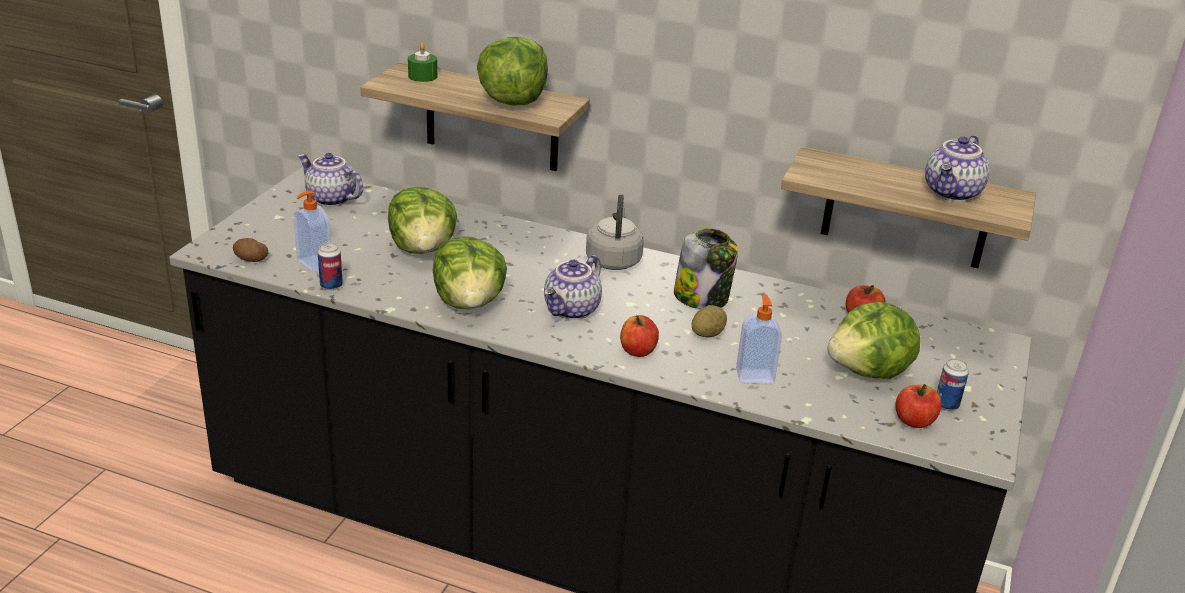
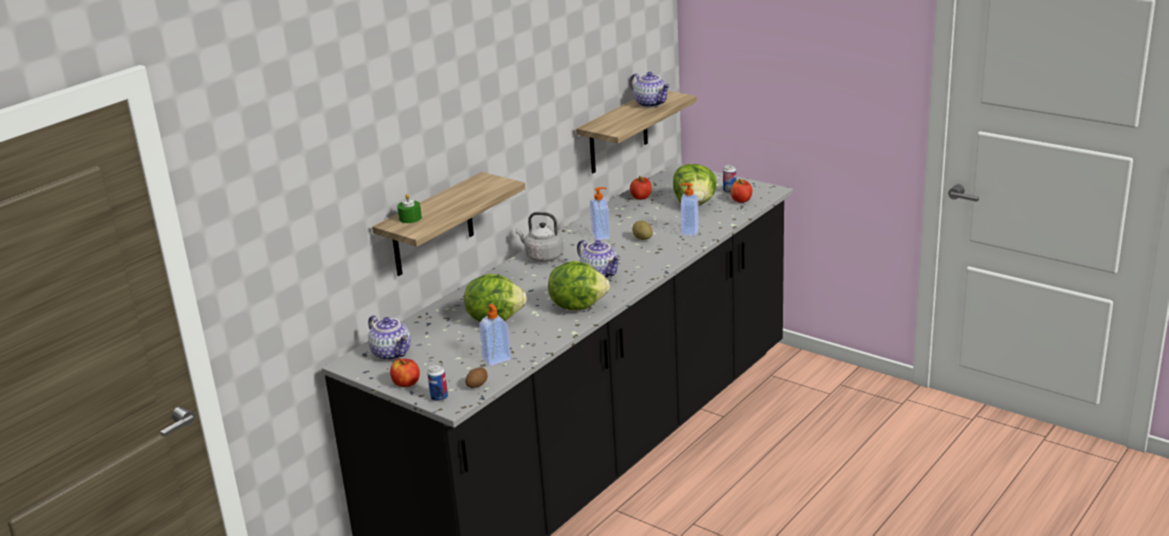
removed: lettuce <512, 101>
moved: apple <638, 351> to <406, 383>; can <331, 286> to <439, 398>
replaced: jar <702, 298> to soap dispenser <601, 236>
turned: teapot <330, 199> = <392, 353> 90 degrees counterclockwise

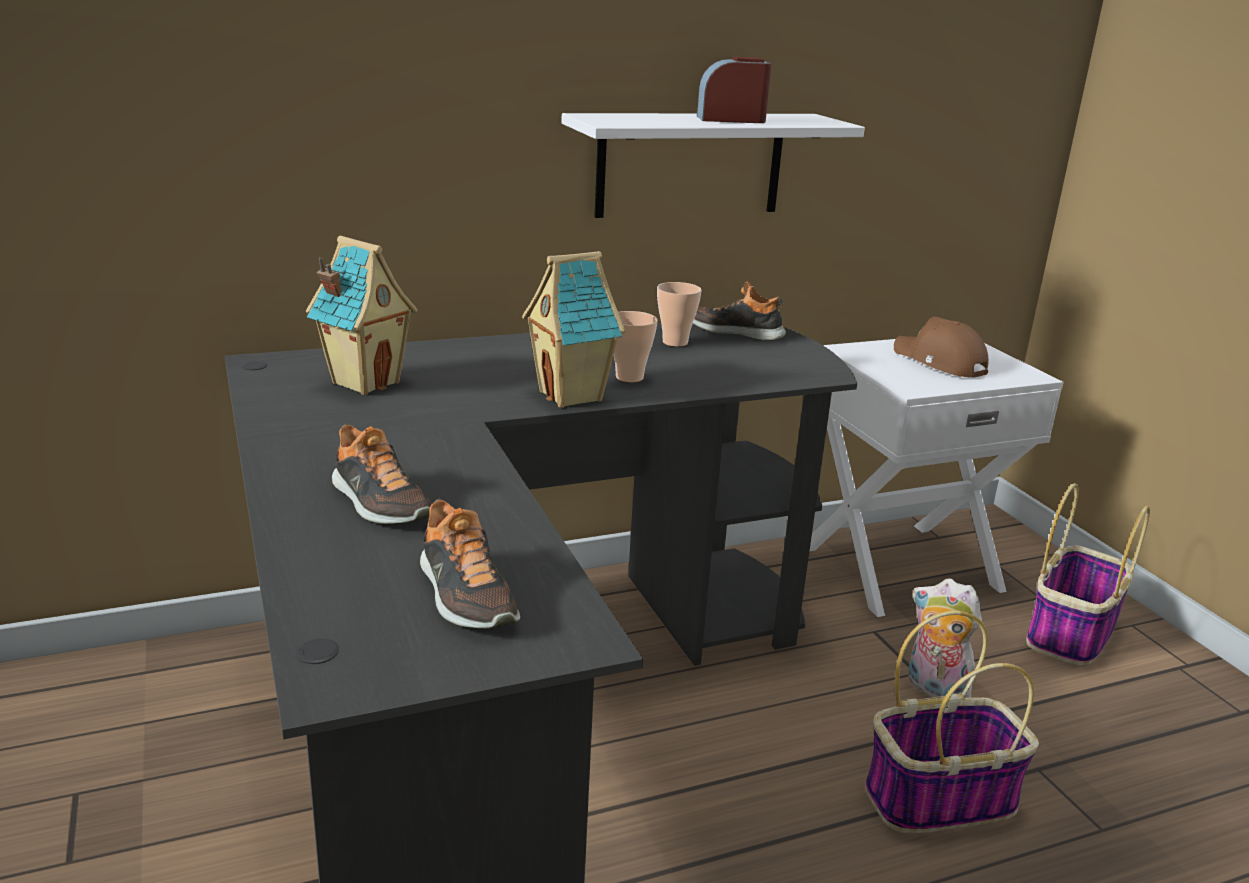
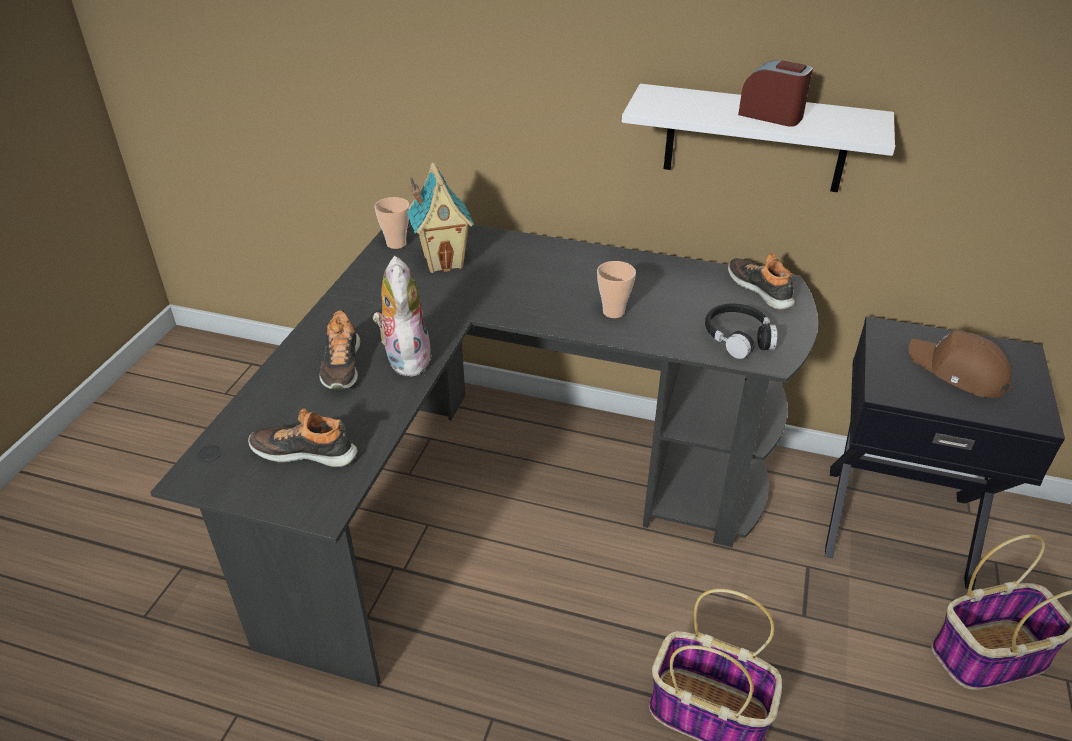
removed: toy house <573, 396>
added: headphones (black) <738, 338>
moved: plush toy <933, 689> to <405, 357>; cup <675, 342> to <396, 244>
recoloured: nightstand (white) <898, 566> to nightstand (black) <897, 522>
turned: shoe <465, 596> = <305, 451> 90 degrees clockwise; cap (brown) <939, 362> = <957, 372> 45 degrees counterclockwise

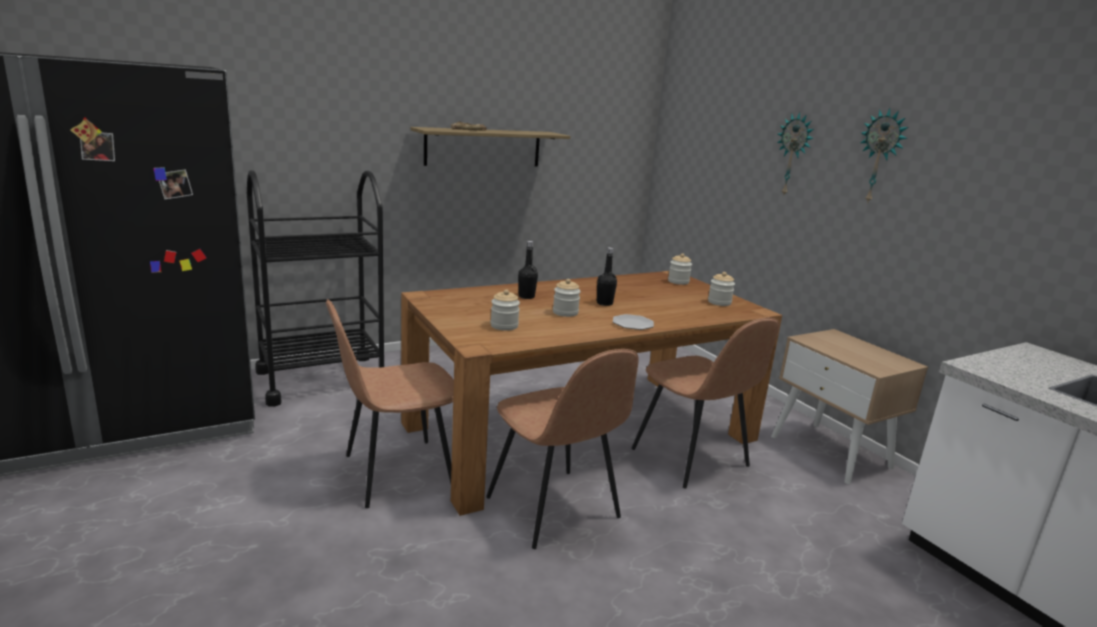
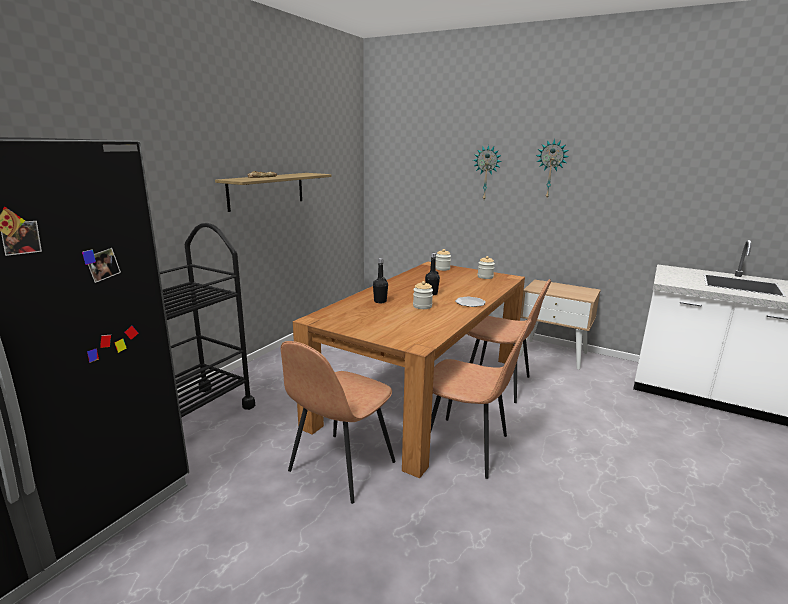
removed: jar <504, 326>

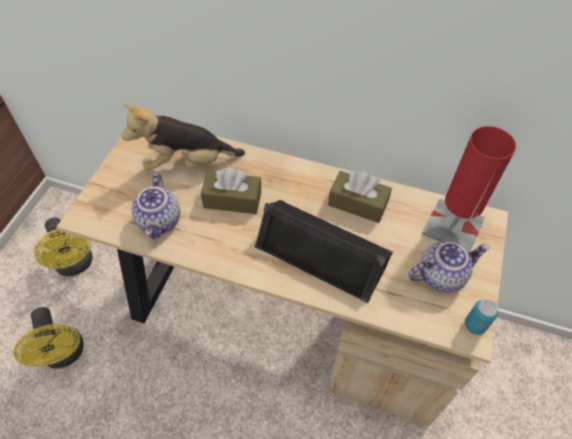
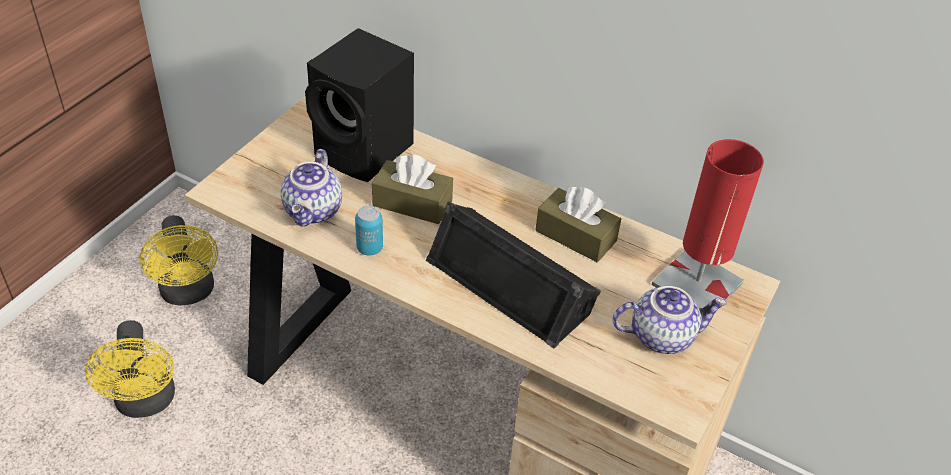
moved: can <474, 325> to <369, 248>
replaced: plush toy <187, 163> to speaker (black) <366, 152>

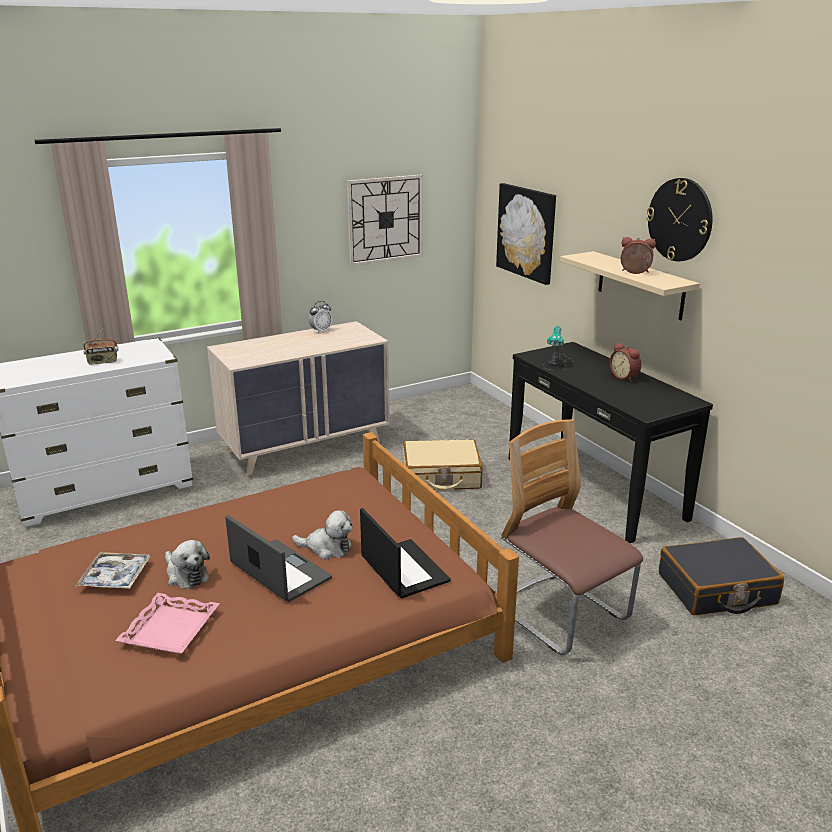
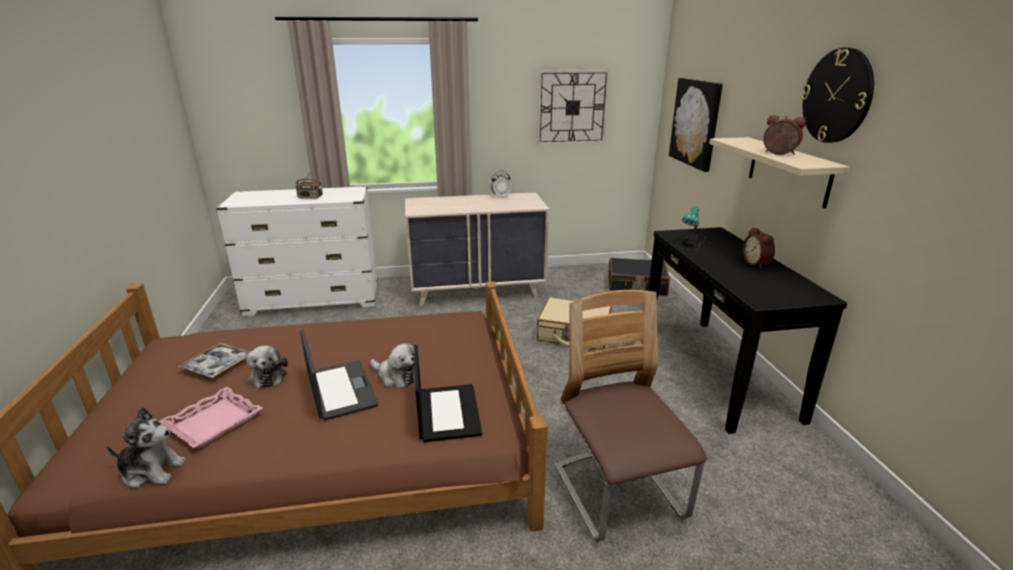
added: plush toy <152, 470>
moved: suitcase (black) <716, 589> to <636, 286>

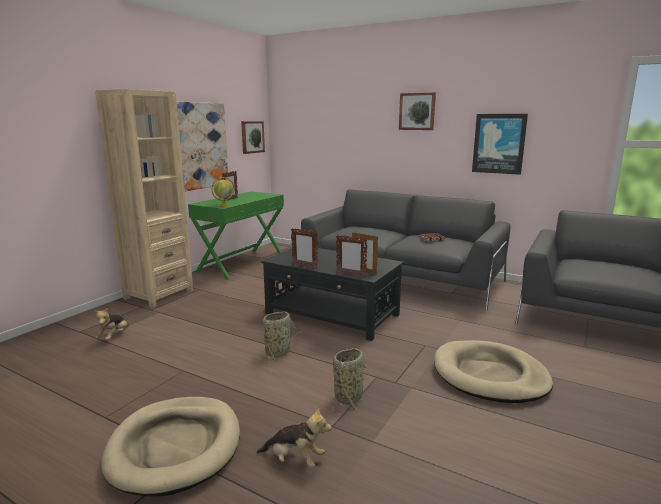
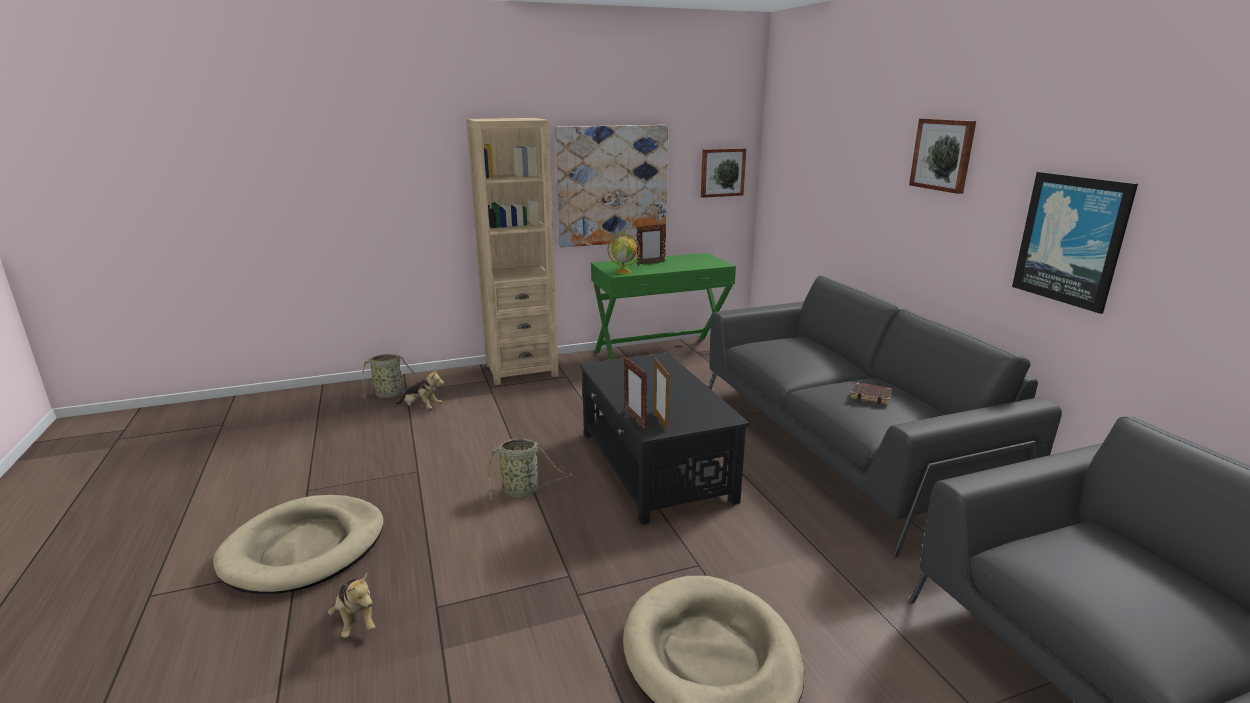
removed: picture frame <304, 266>
moved: basket <349, 396> to <391, 394>
turned: plush toy <114, 336> = <421, 408> 120 degrees counterclockwise

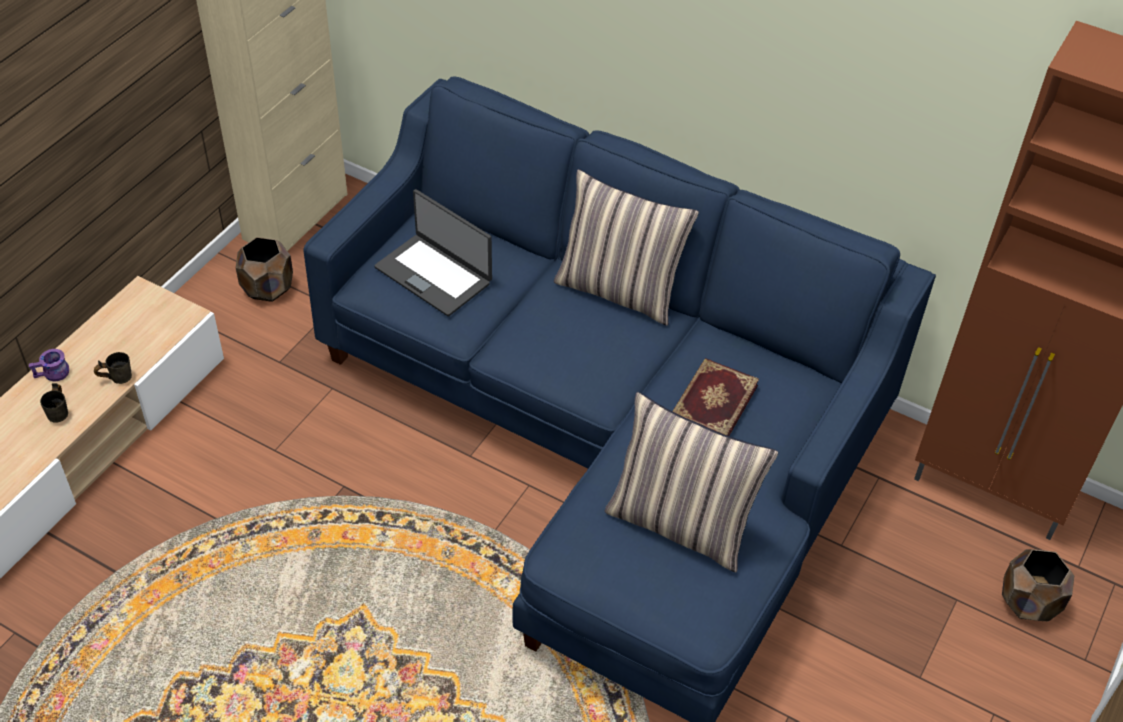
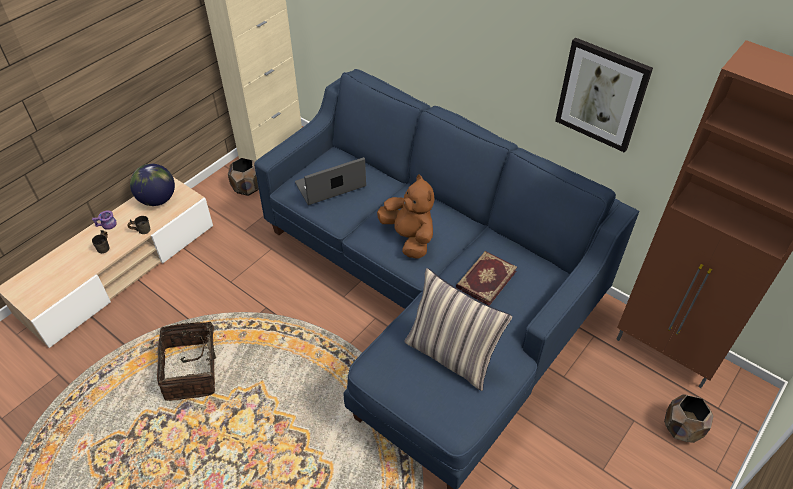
removed: pillow <620, 290>
added: globe <157, 200>; basket <193, 371>; plush toy (brown) <409, 238>; picture <602, 95>
turned: laptop <434, 274> = <331, 186> 105 degrees clockwise

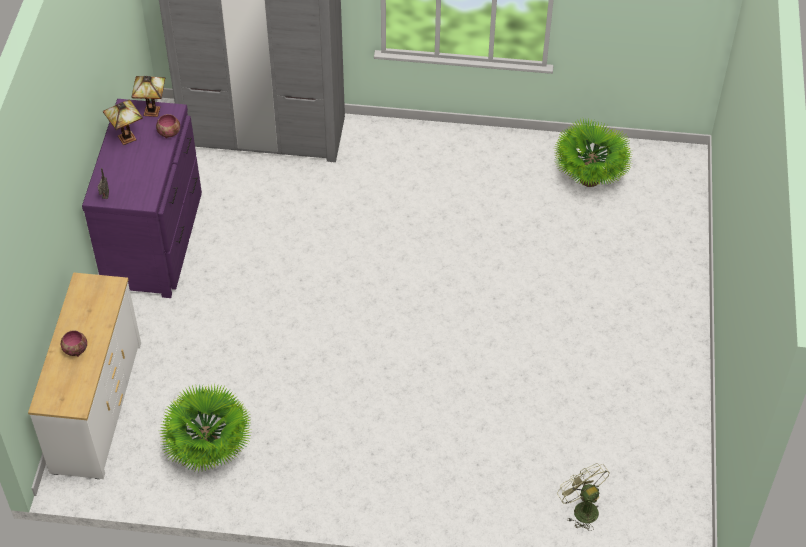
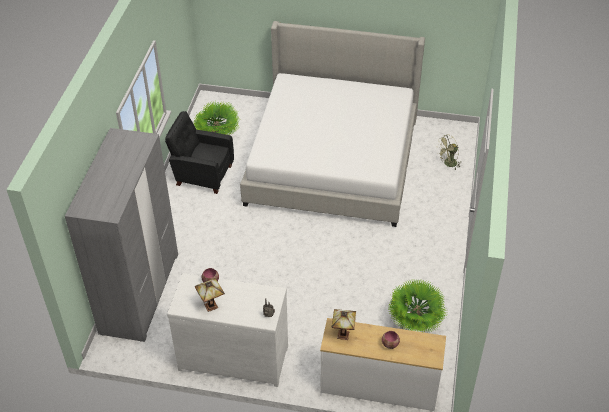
added: armchair (black) <202, 174>; bed <333, 160>
moved: table lamp <153, 111> to <342, 334>
recoloured: dresser (purple) <155, 240> to dresser (white) <233, 356>

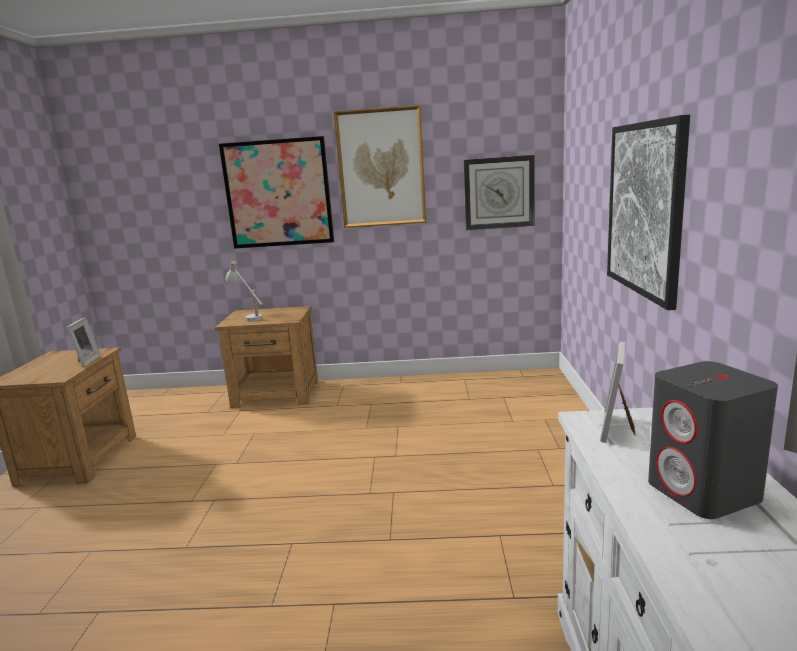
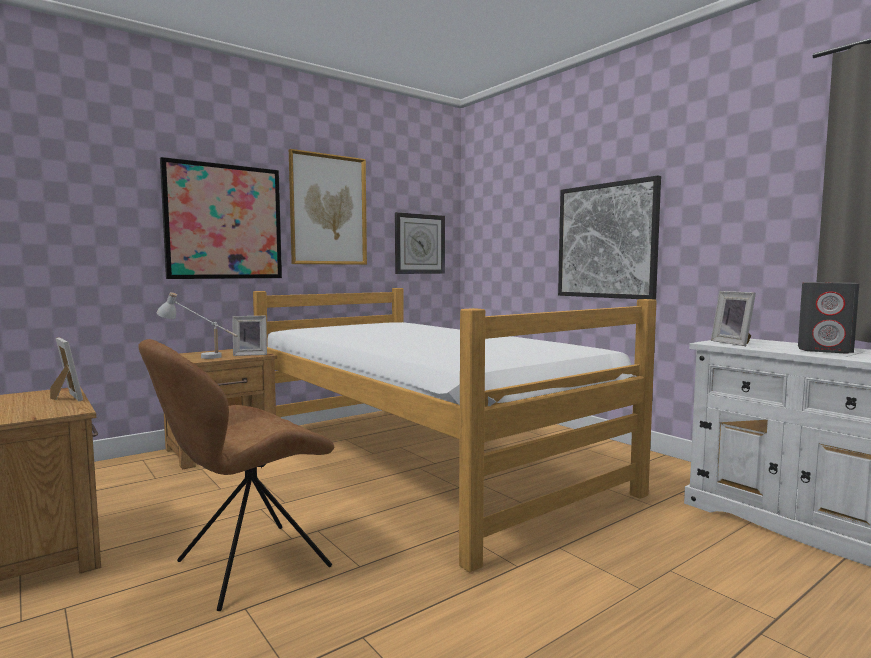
added: chair (brown) <247, 566>; picture frame <250, 354>; bed <422, 459>

